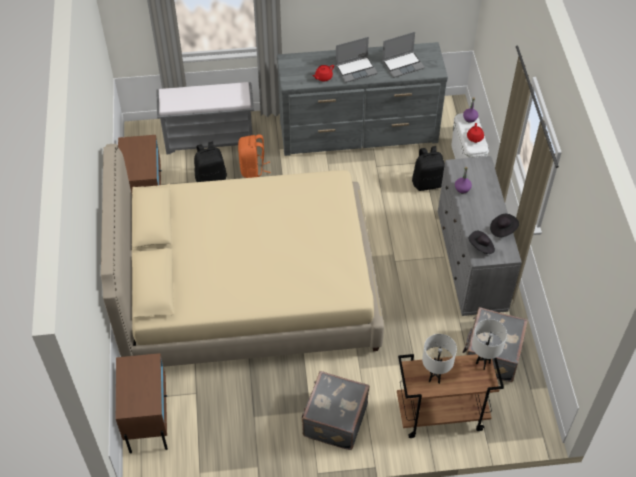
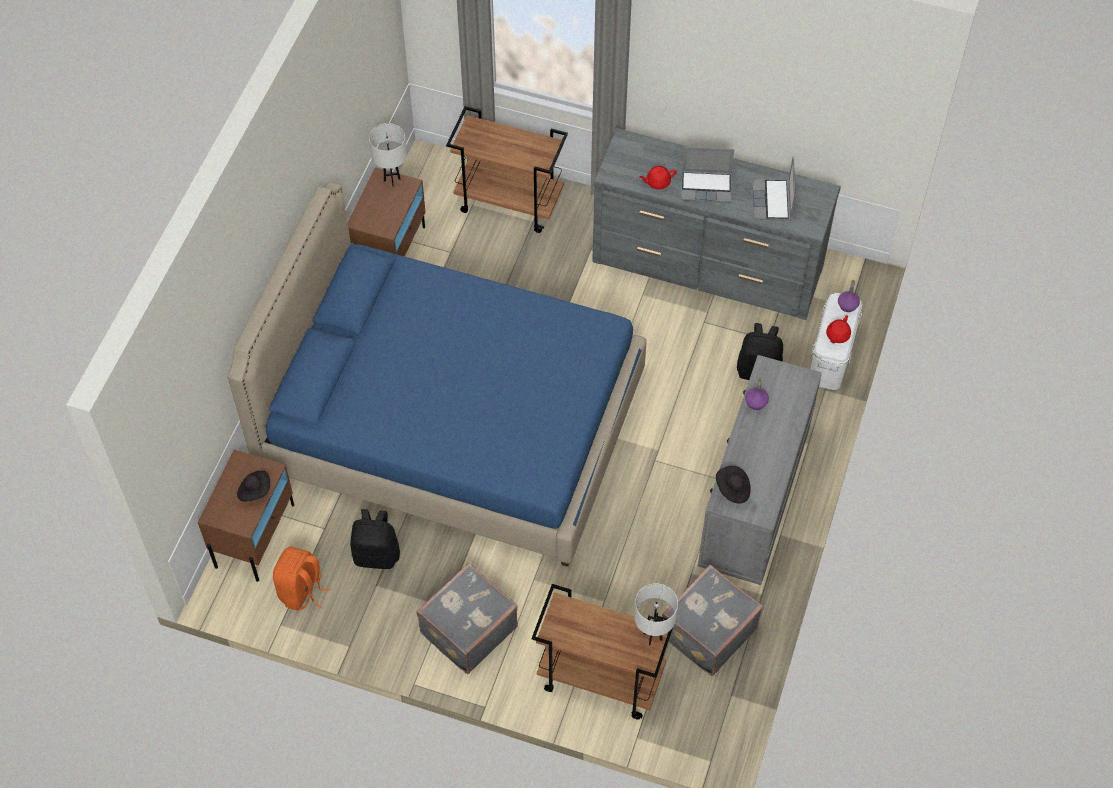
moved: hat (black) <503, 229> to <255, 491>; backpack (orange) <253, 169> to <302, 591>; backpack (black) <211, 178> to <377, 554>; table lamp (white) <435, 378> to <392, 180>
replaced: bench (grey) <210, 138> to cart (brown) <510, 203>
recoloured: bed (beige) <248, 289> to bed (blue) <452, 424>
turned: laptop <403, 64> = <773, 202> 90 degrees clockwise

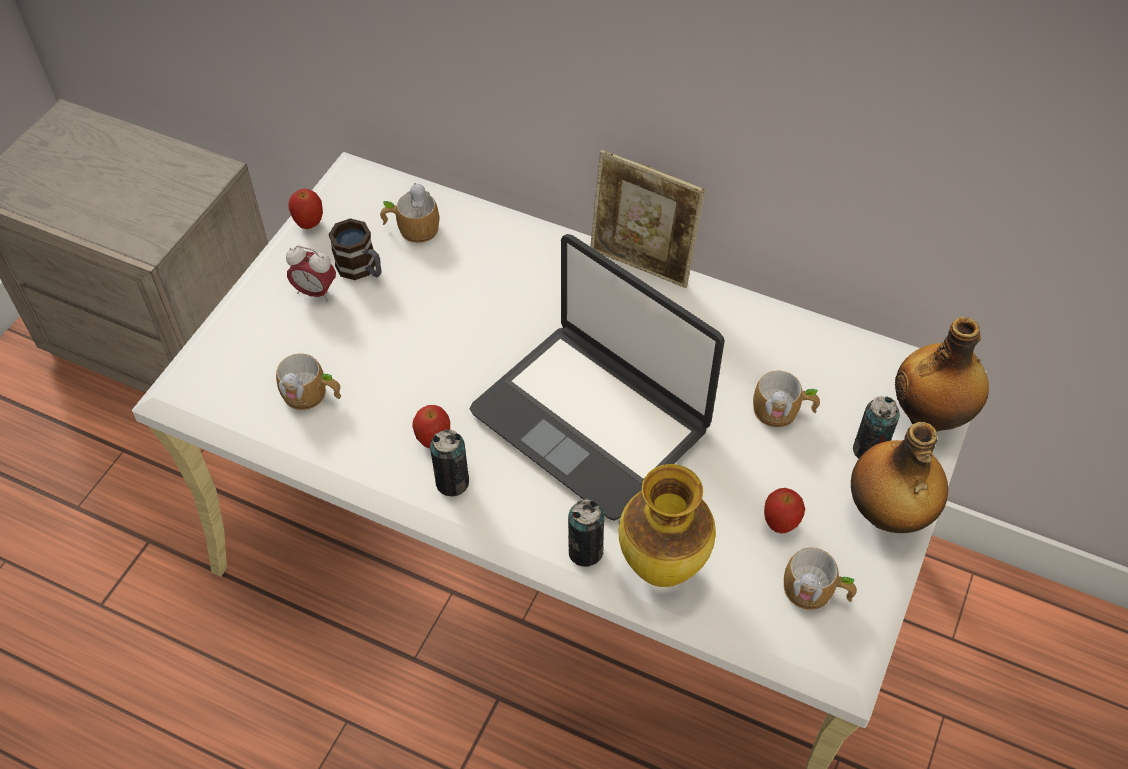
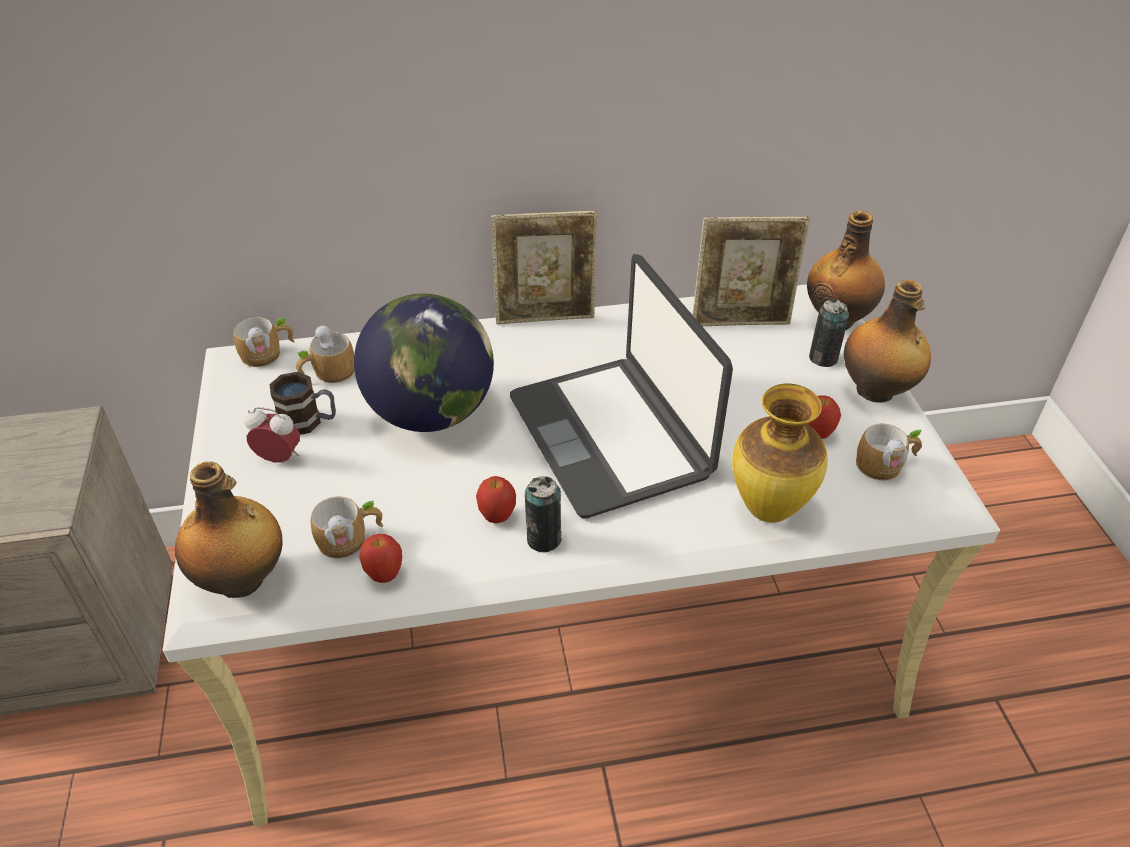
removed: can <585, 551>
added: bottle <243, 580>; globe <432, 412>; picture frame <741, 322>
moved: mug <783, 412> to <268, 353>; apple <309, 224> to <385, 574>
turned: alarm clock <315, 292> = <279, 458> 150 degrees counterclockwise; laptop <591, 419> = <611, 436> 60 degrees clockwise

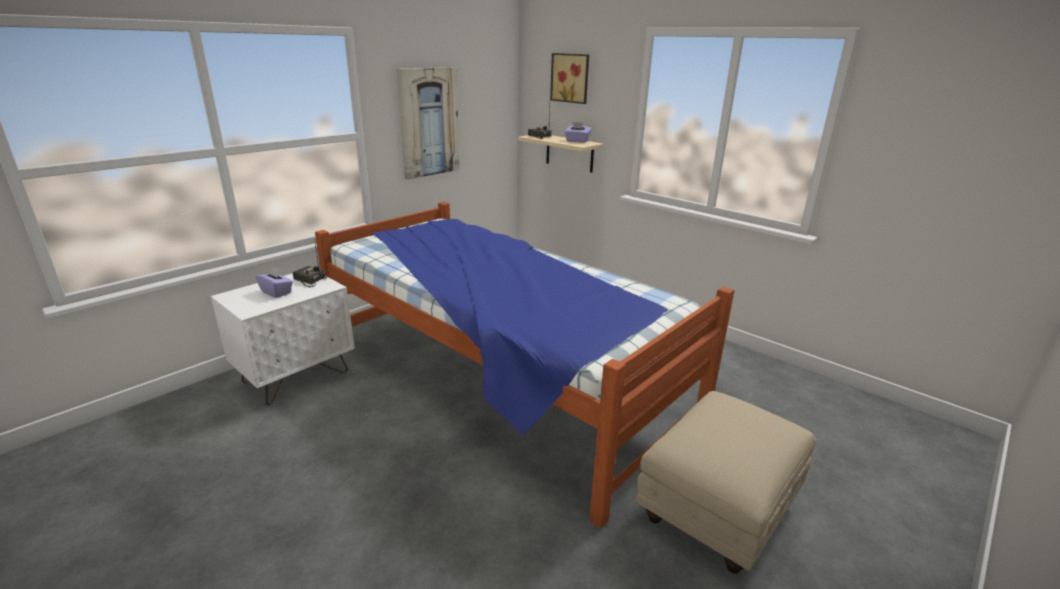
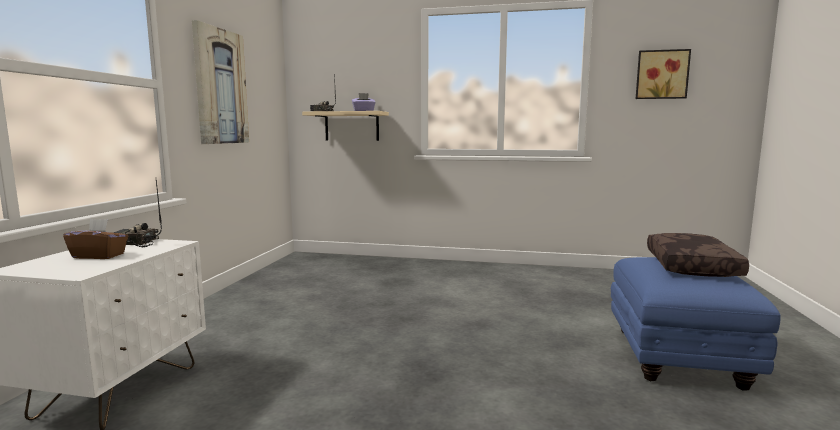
removed: bed <500, 380>
added: pillow (brown) <689, 266>
moved: picture <571, 78> to <661, 74>
recoloured: tissue box (purple) <276, 292> to tissue box (brown) <99, 256>; ottoman (beige) <718, 509> to ottoman (blue) <676, 357>

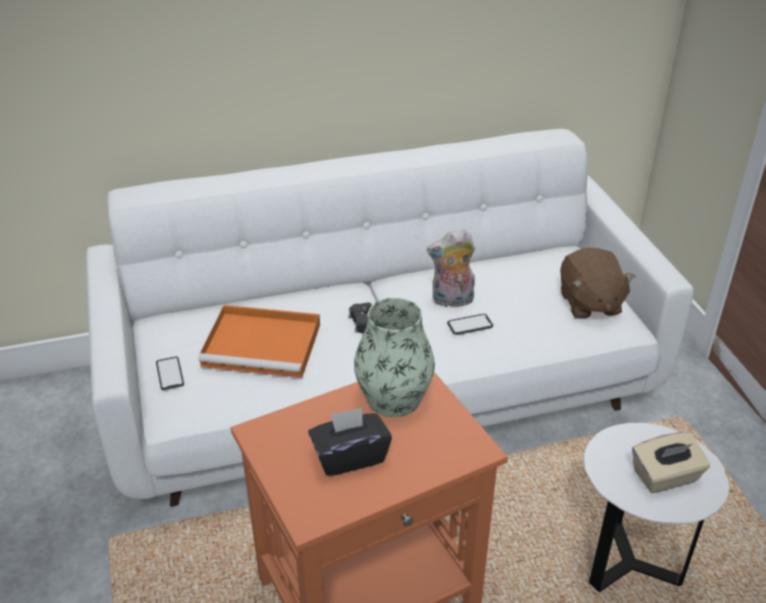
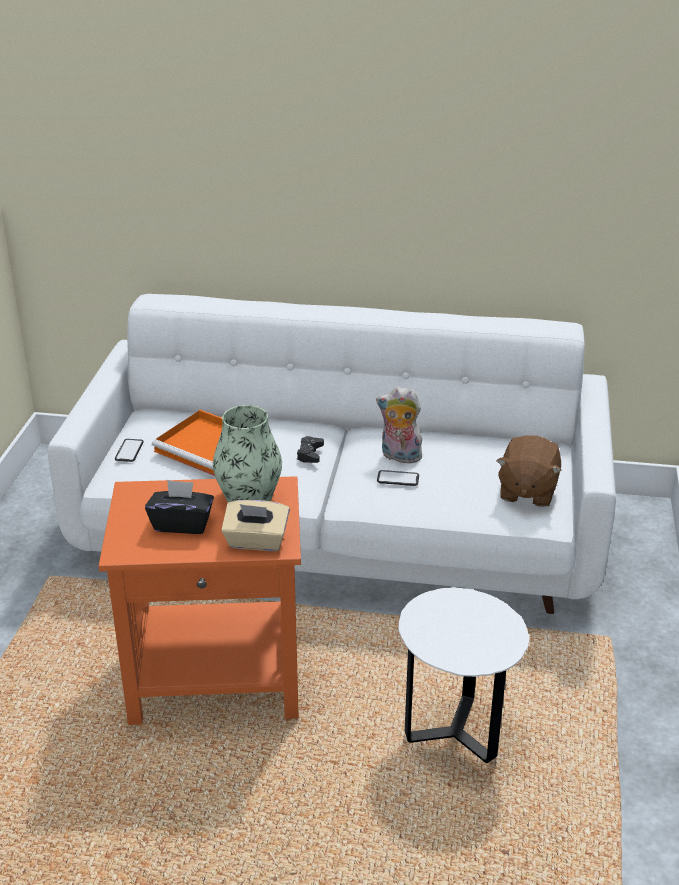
moved: tissue box (beige) <665, 477> to <256, 542>

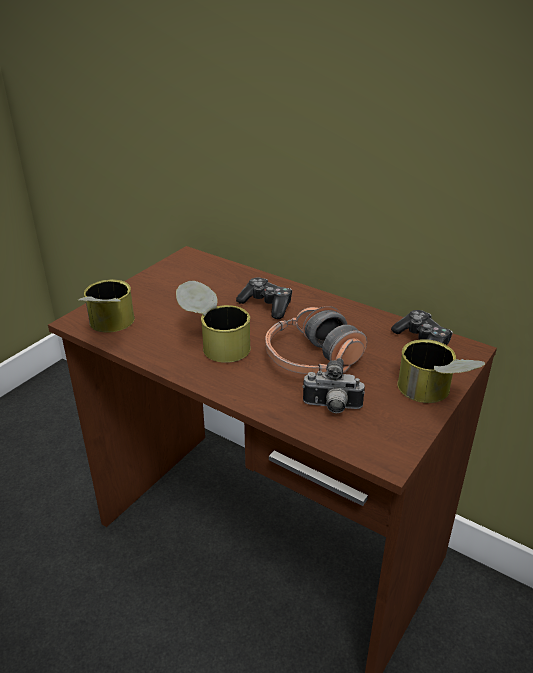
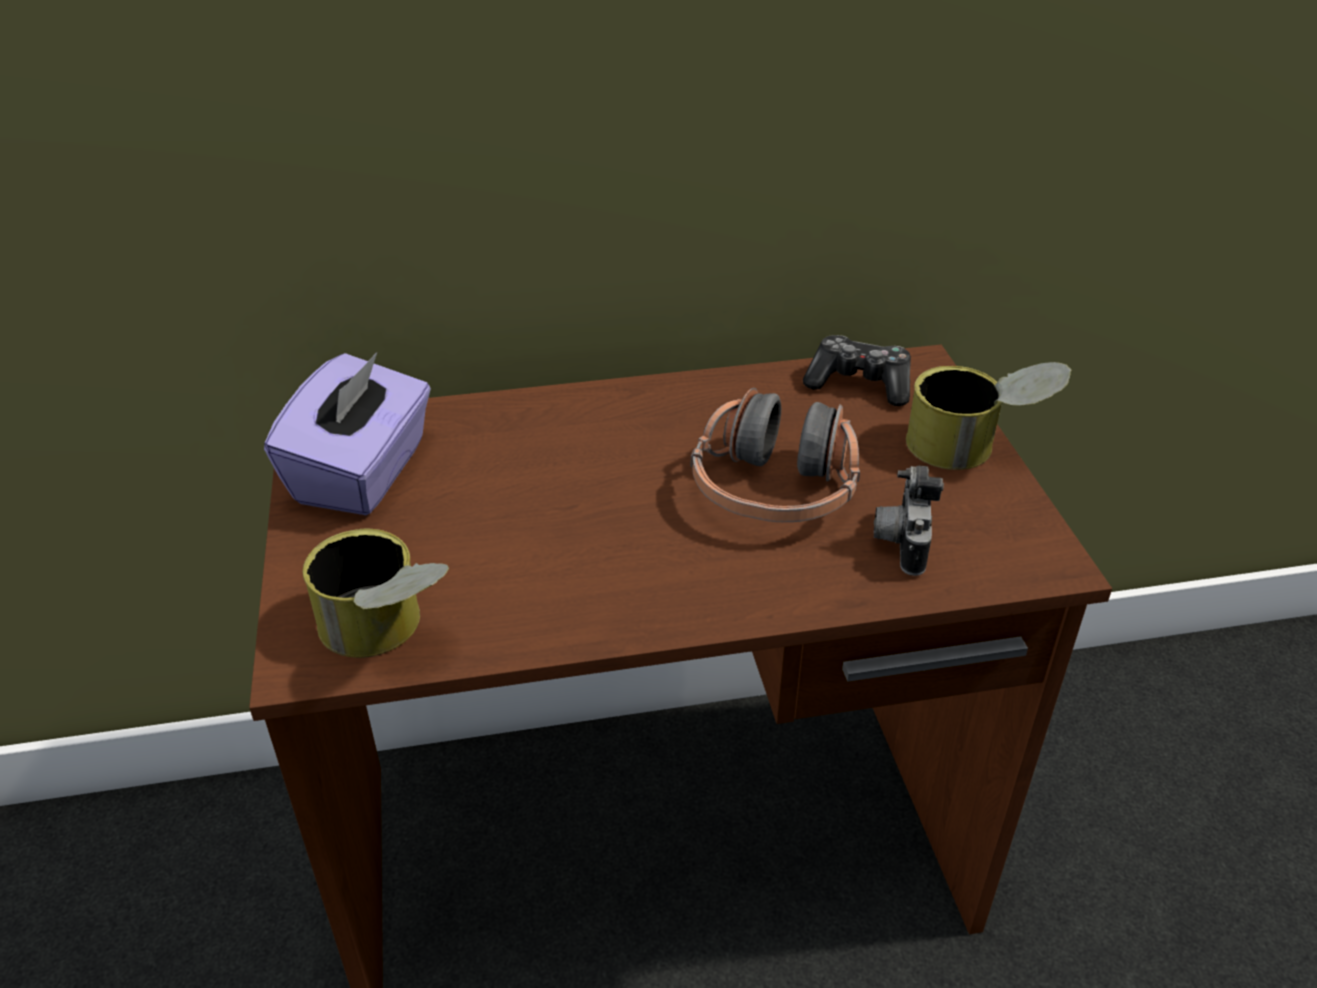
removed: can <215, 343>; game controller <267, 305>
added: tissue box (purple) <363, 473>
turned: photo camera <332, 408> = <900, 541> 135 degrees clockwise

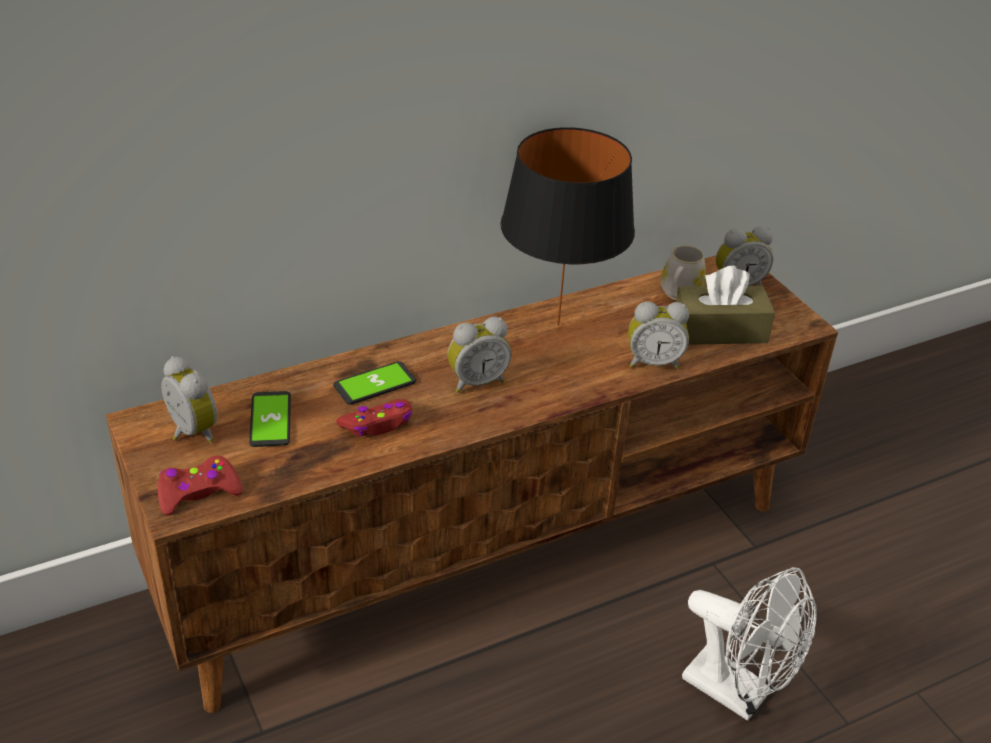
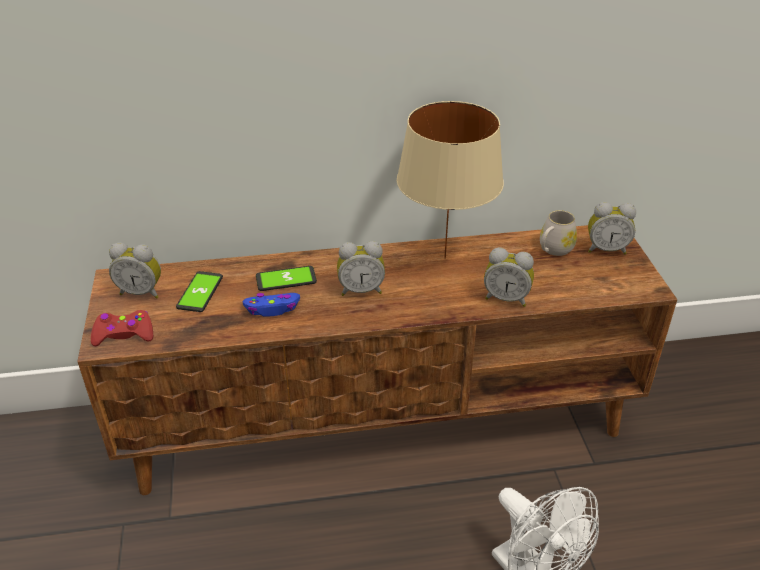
removed: tissue box (brown) <719, 330>
recoloured: game controller (red) <377, 424> to game controller (blue) <272, 309>; table lamp (black) <558, 324> to table lamp (beige) <445, 257>
turned: alarm clock <190, 433> = <141, 292> 120 degrees clockwise

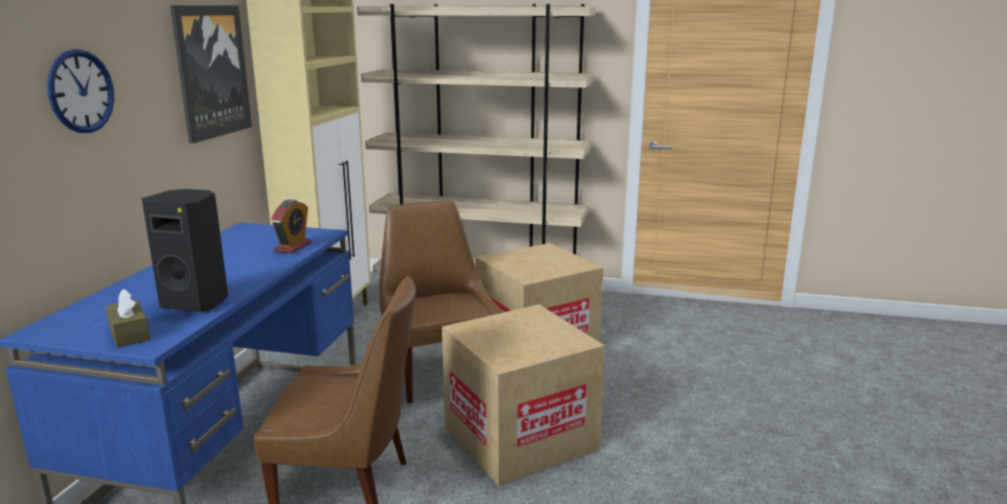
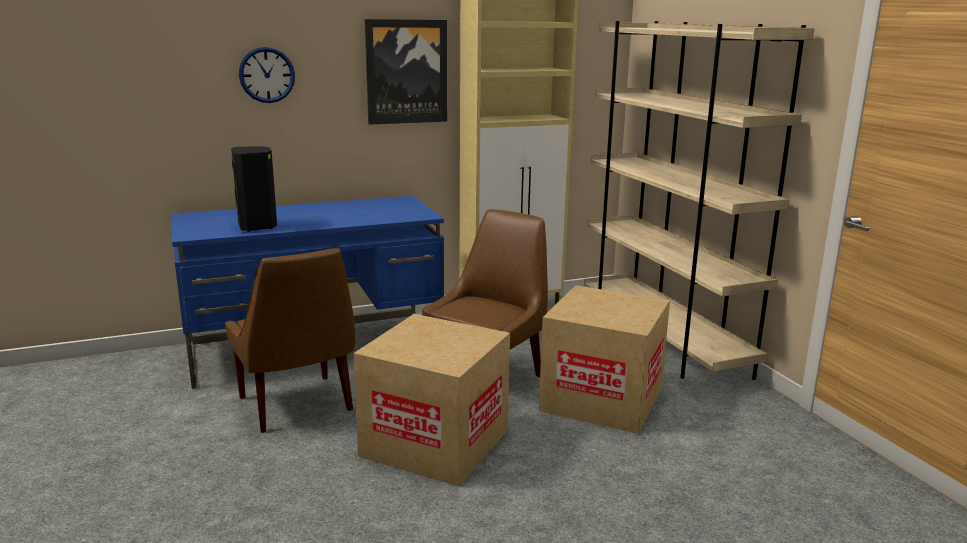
removed: tissue box (brown) <129, 334>; alarm clock <293, 247>

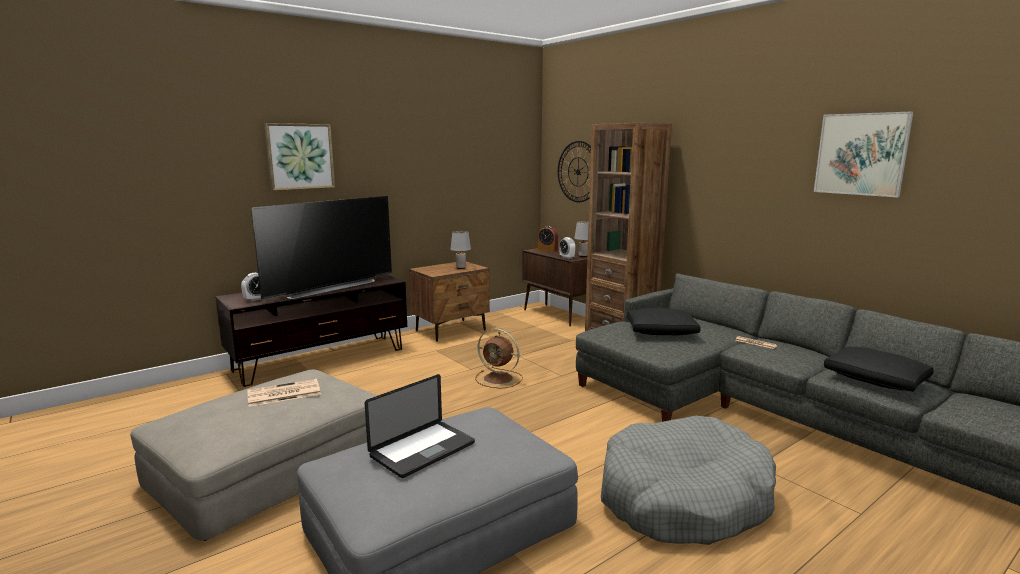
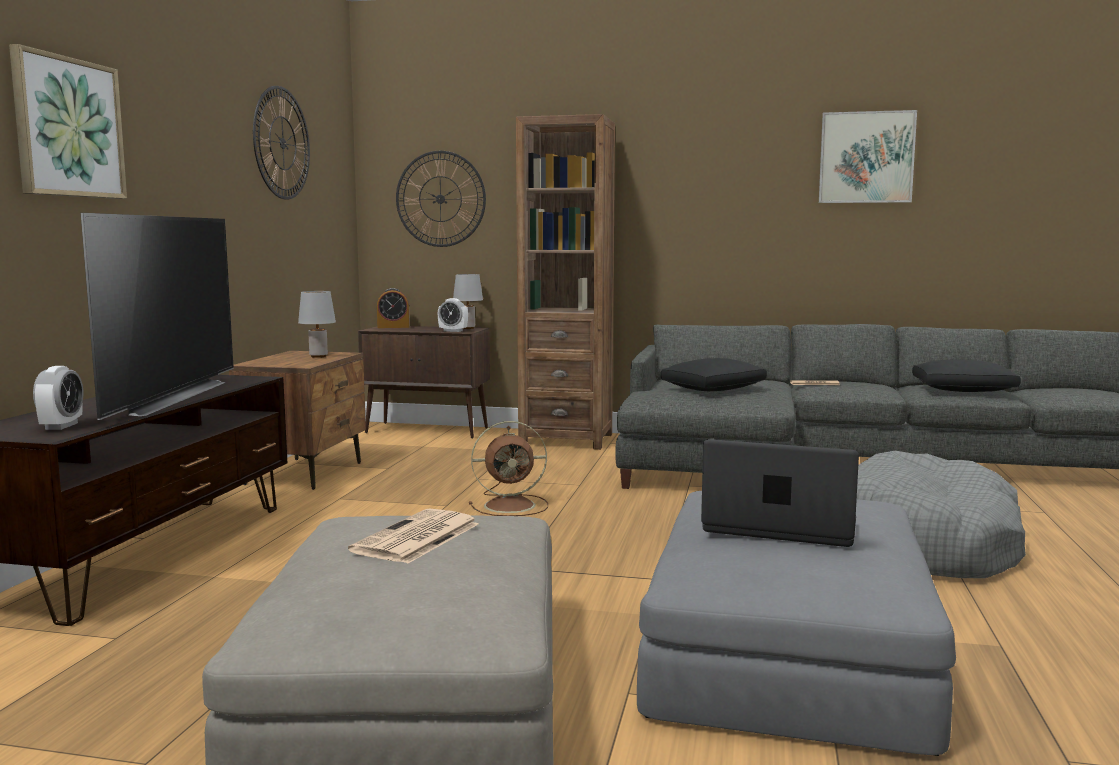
added: wall clock <282, 143>
turned: laptop <422, 450> = <779, 527> 75 degrees counterclockwise

